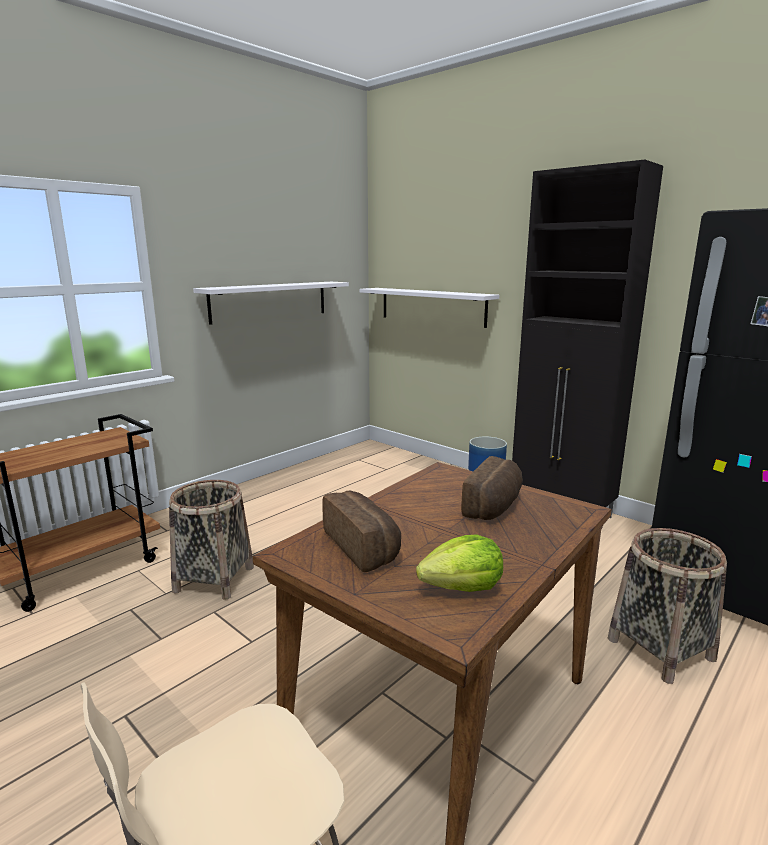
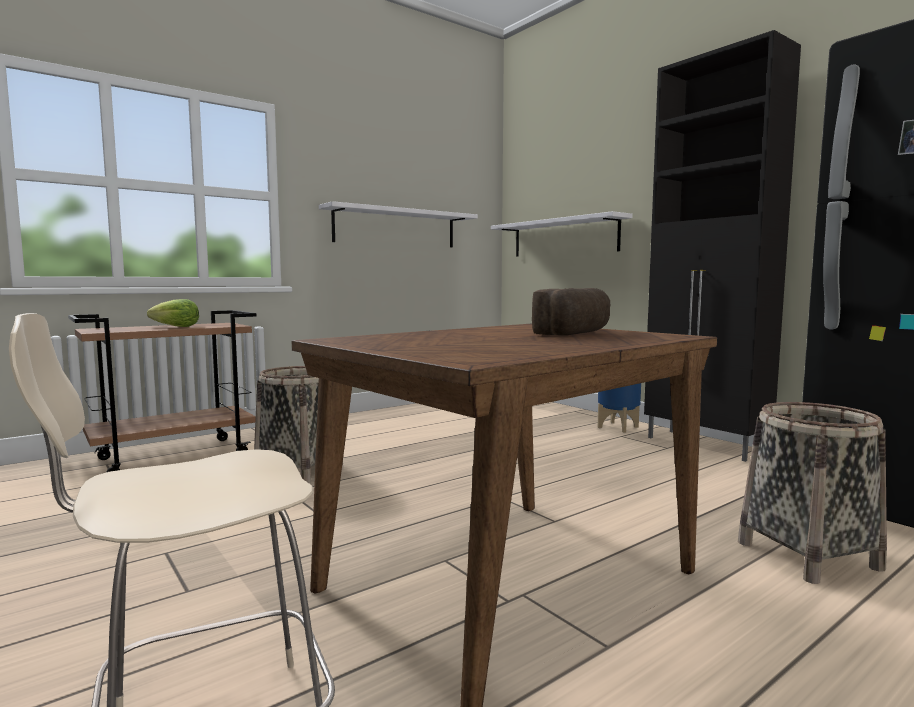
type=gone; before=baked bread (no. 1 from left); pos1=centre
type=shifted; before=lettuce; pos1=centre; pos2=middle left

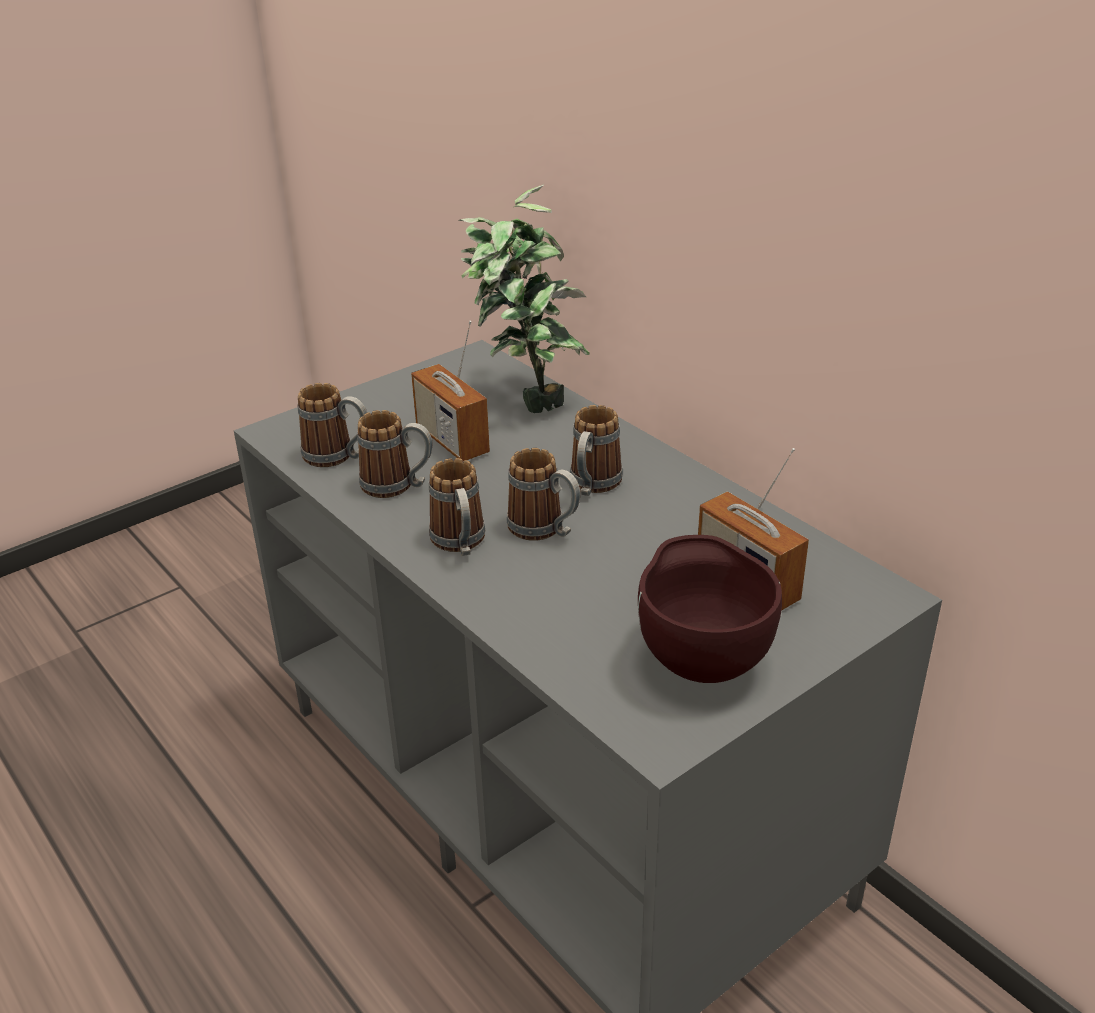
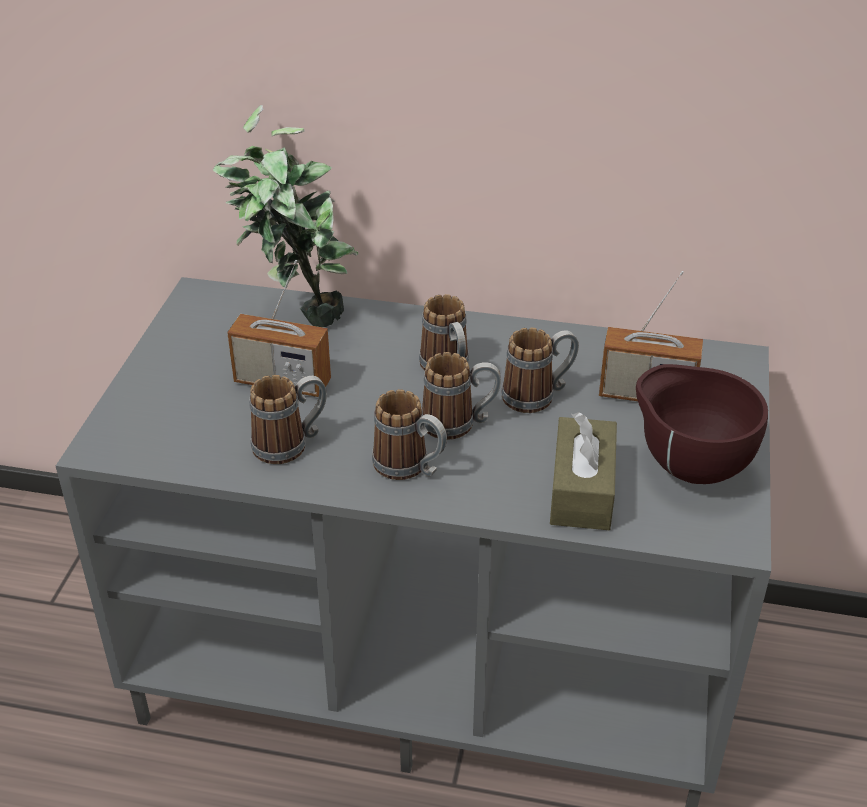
type=new; after=box of tissues/brown; pos2=middle right
type=shifted; before=tea mug (no. 1 from left in the first image); after=tea mug (no. 5 from left); pos1=middle left; pos2=centre

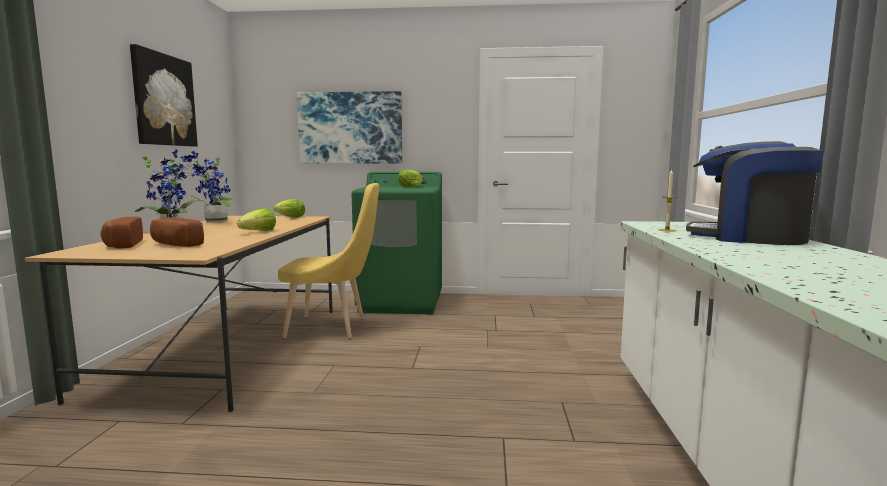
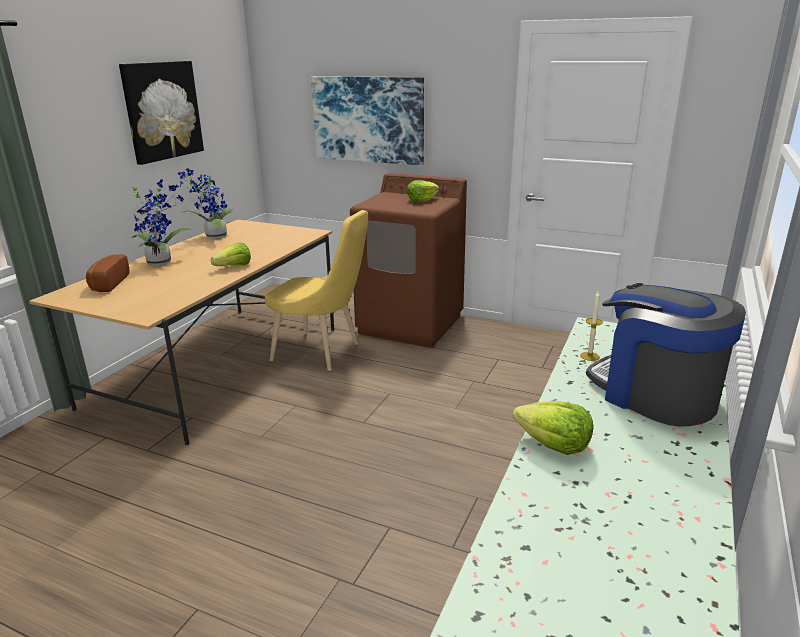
type=gone; before=baked bread (no. 2 from left); pos1=middle left
type=shifted; before=lettuce (no. 2 from left in the first image); after=lettuce (no. 3 from left); pos1=middle left; pos2=bottom right
type=repainted; before=laundry appliance/green-coloured; after=laundry appliance/brown; pos1=centre; pos2=centre

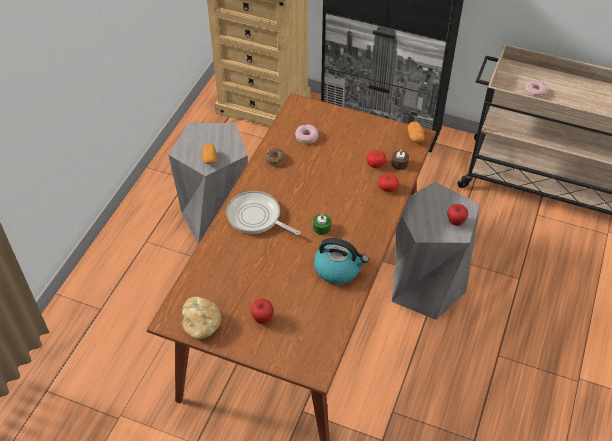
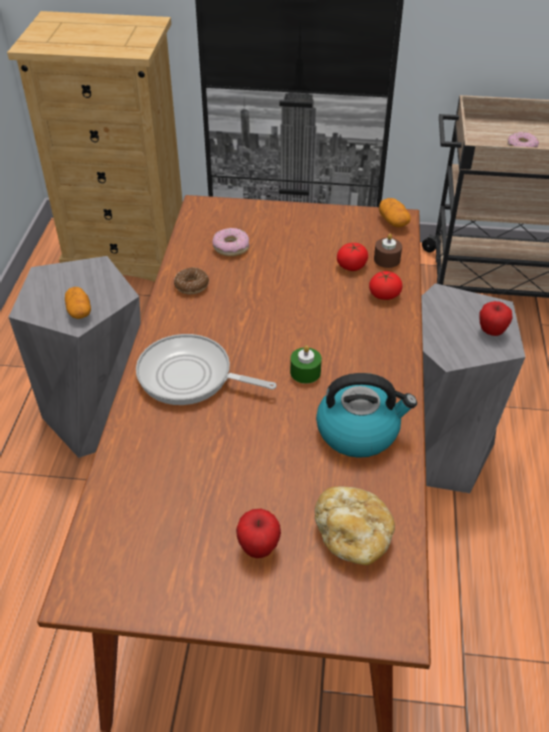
type=shifted; before=baked bread; pos1=bottom left; pos2=bottom centre

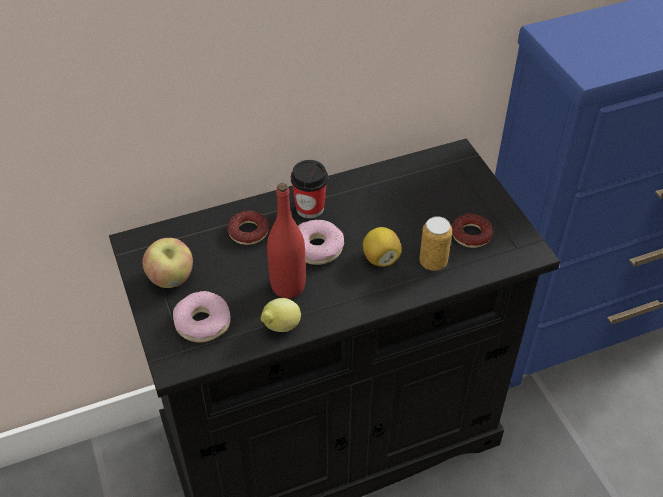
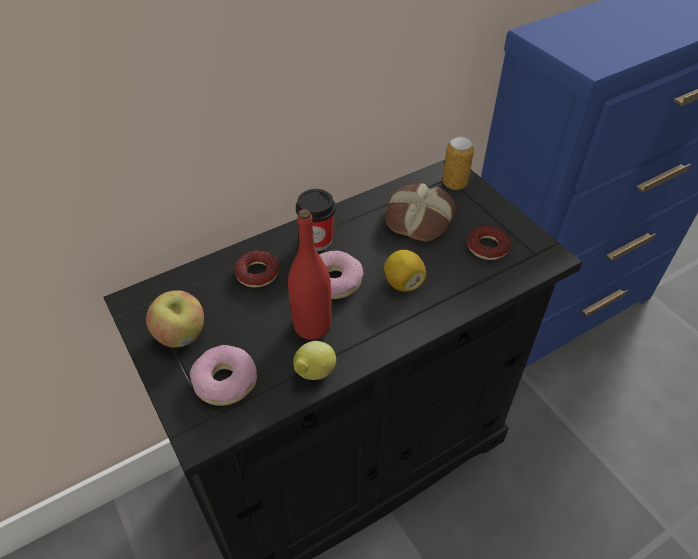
type=new; after=baked bread; pos2=centre
type=shifted; before=can; pos1=centre; pos2=top centre

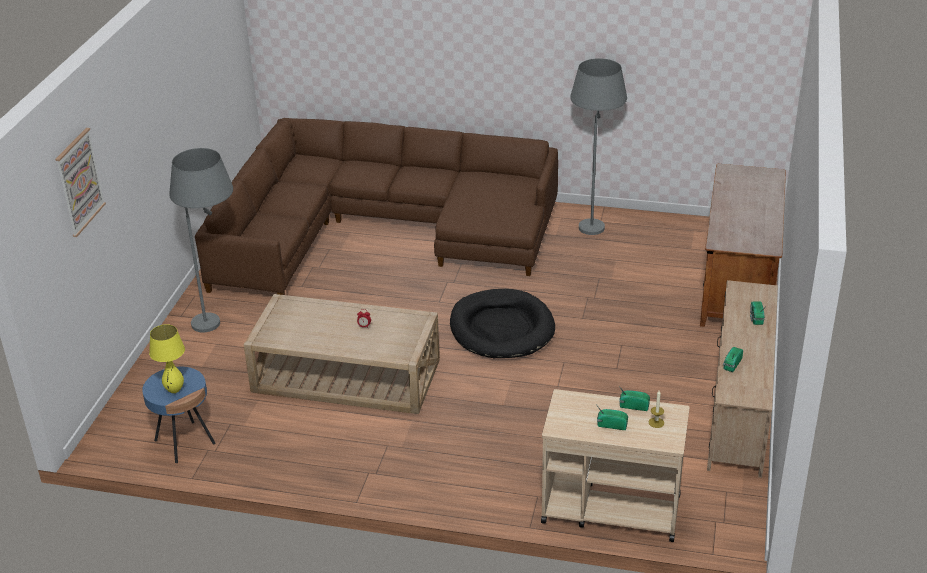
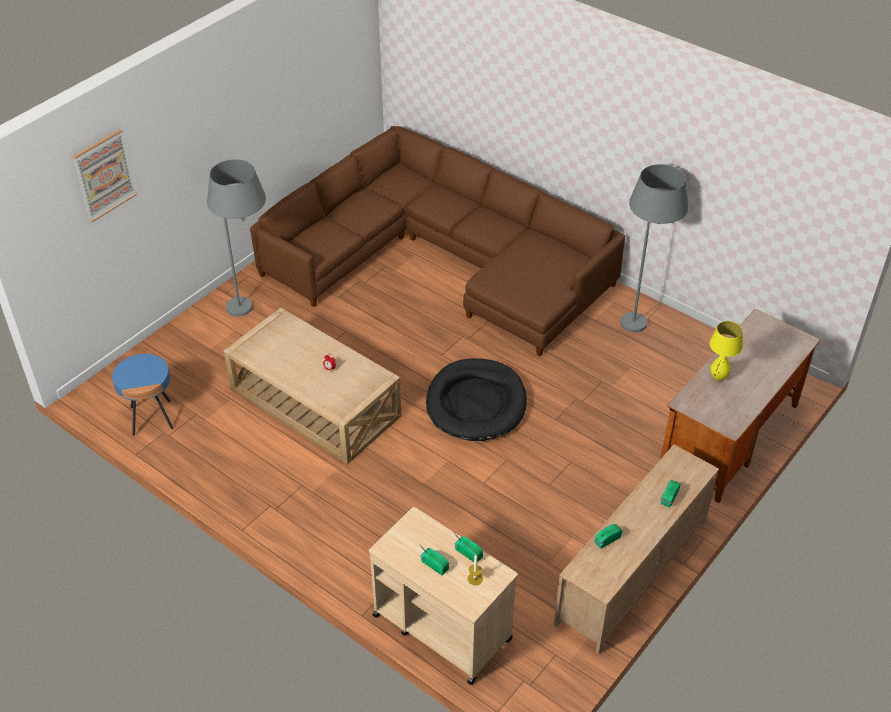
type=shifted; before=table lamp/yellow; pos1=middle left; pos2=middle right

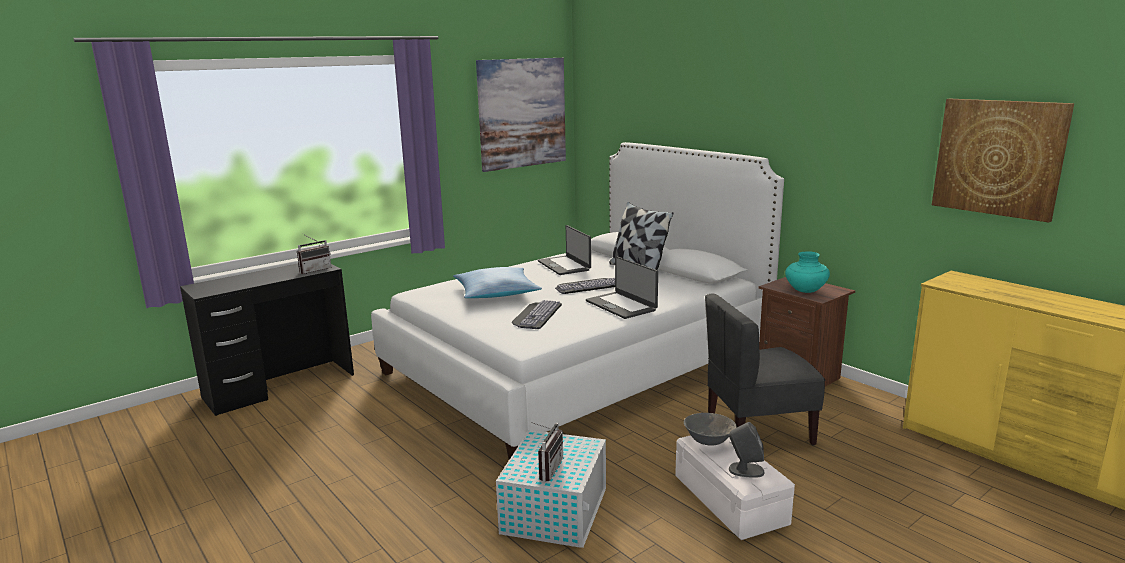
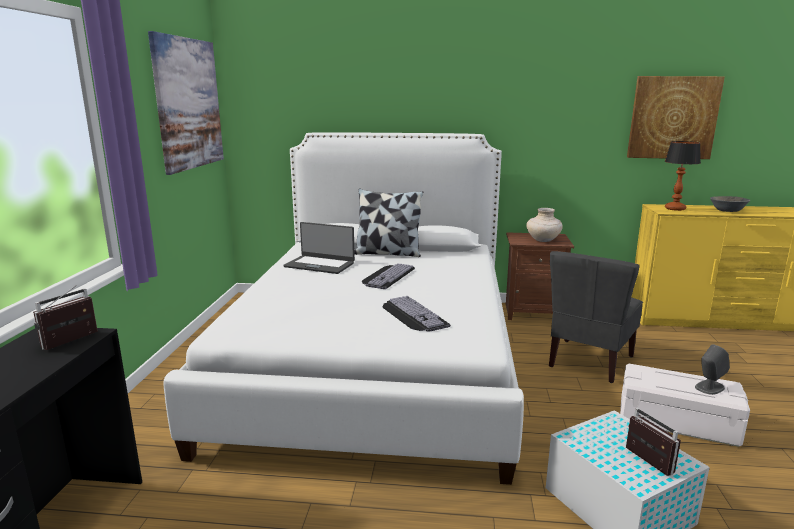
type=gone; before=pillow (no. 1 from left); pos1=centre
type=gone; before=notebook computer (no. 2 from left); pos1=centre
type=new; after=table lamp; pos2=top right
type=shifted; before=deep dish/grey; pos1=bottom centre; pos2=middle right
type=repainted; before=flower vase/blue-green; after=flower vase/beige; pos1=middle right; pos2=middle right
type=rotated; before=radio set (no. 1 from left); pos1=middle left; pos2=middle left; turn=-150

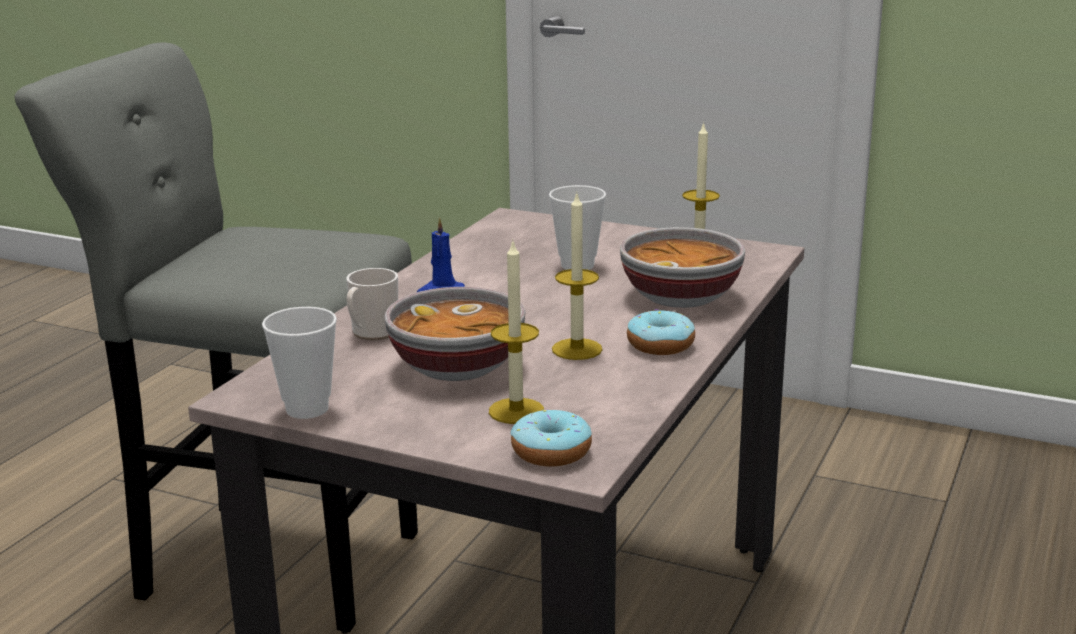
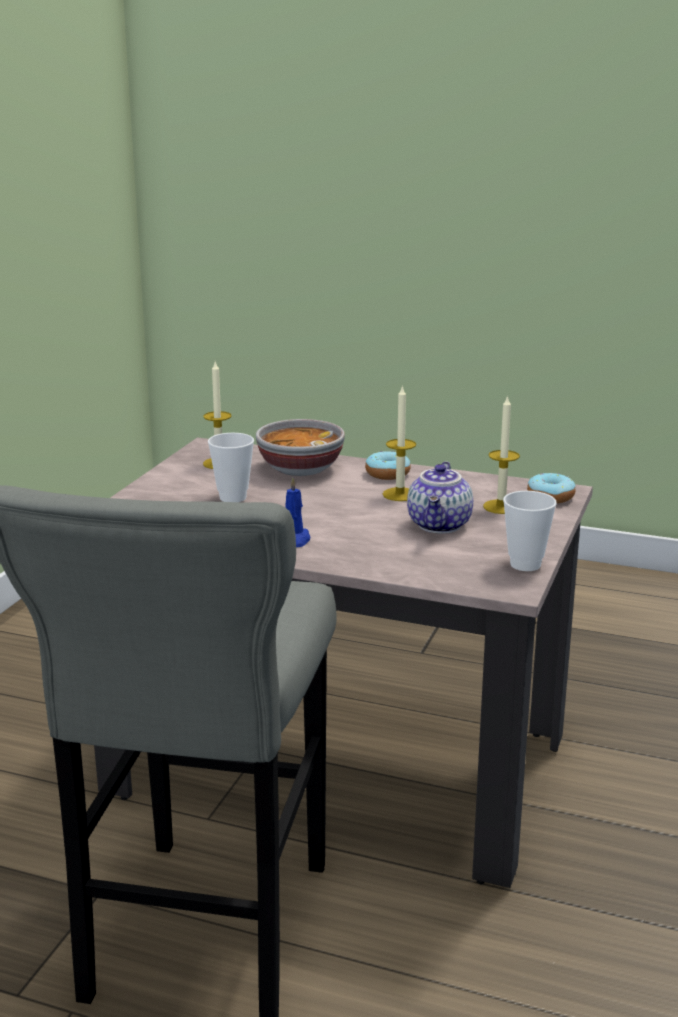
type=gone; before=tea mug; pos1=centre
type=swapped; before=deep dish (no. 1 from left); after=tea pot; pos1=centre; pos2=centre

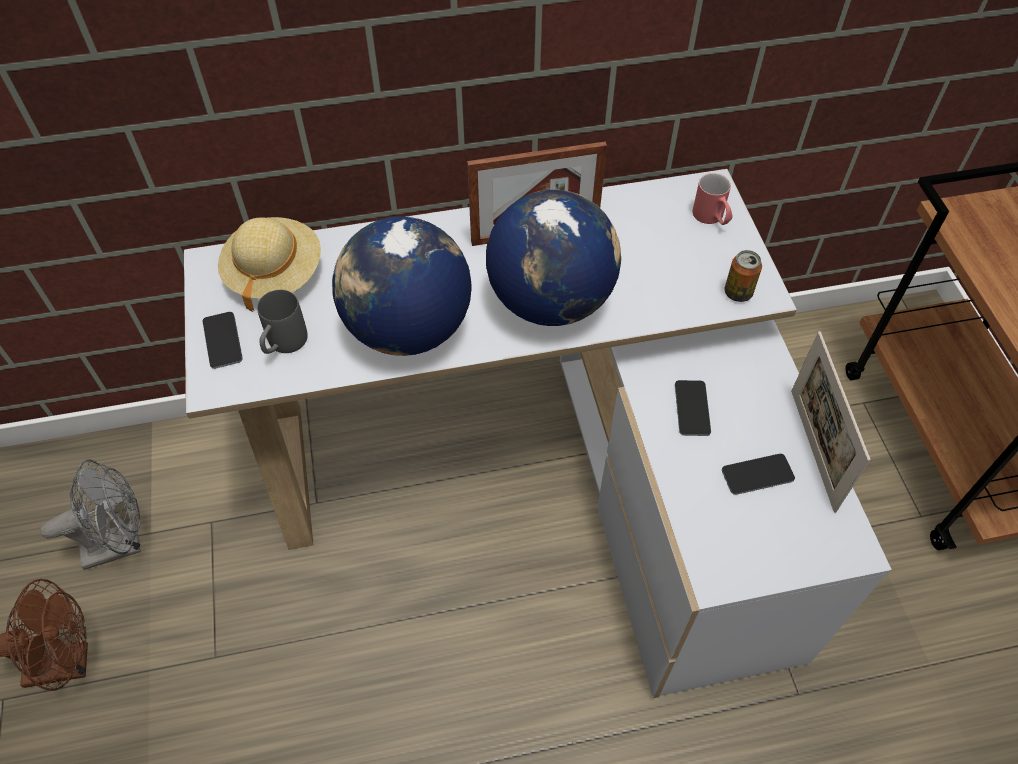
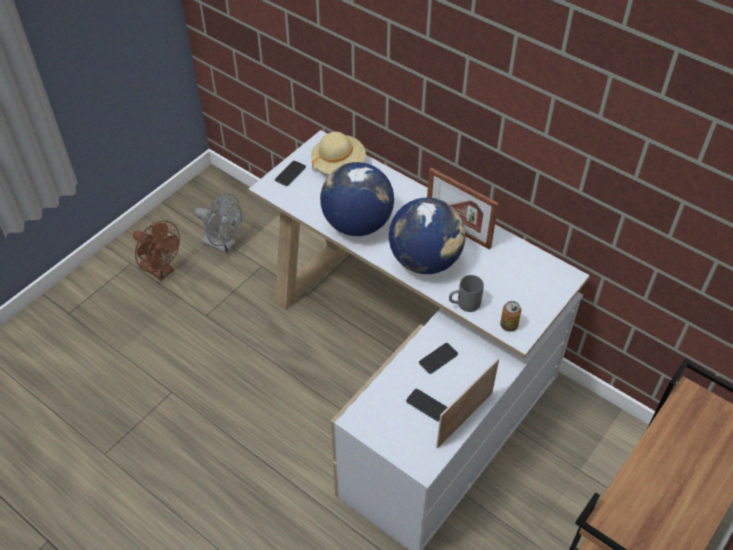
type=gone; before=tea mug/red; pos1=top right
type=shifted; before=tea mug/grey; pos1=middle left; pos2=centre

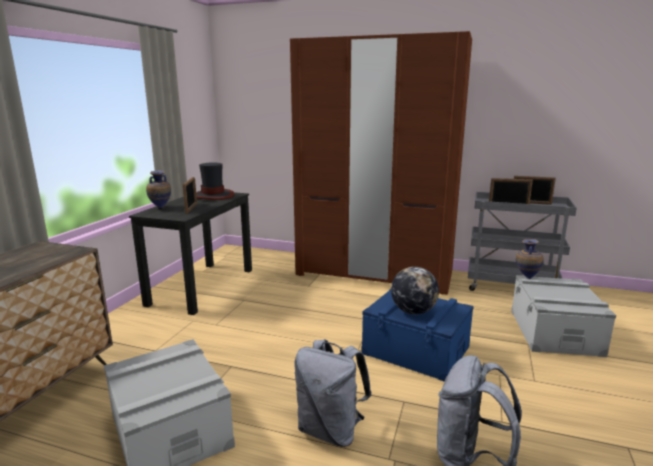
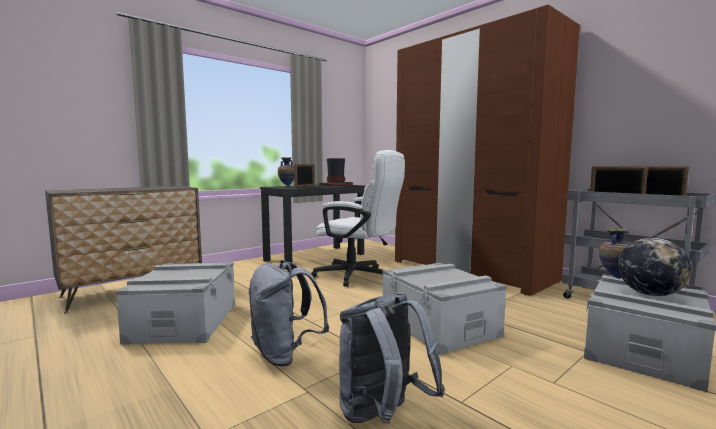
type=new; after=office chair/white-coloured; pos2=centre
type=shifted; before=globe; pos1=centre; pos2=middle right
type=repainted; before=storage bin/blue; after=storage bin/grey (no. 2 from left); pos1=bottom centre; pos2=bottom centre

